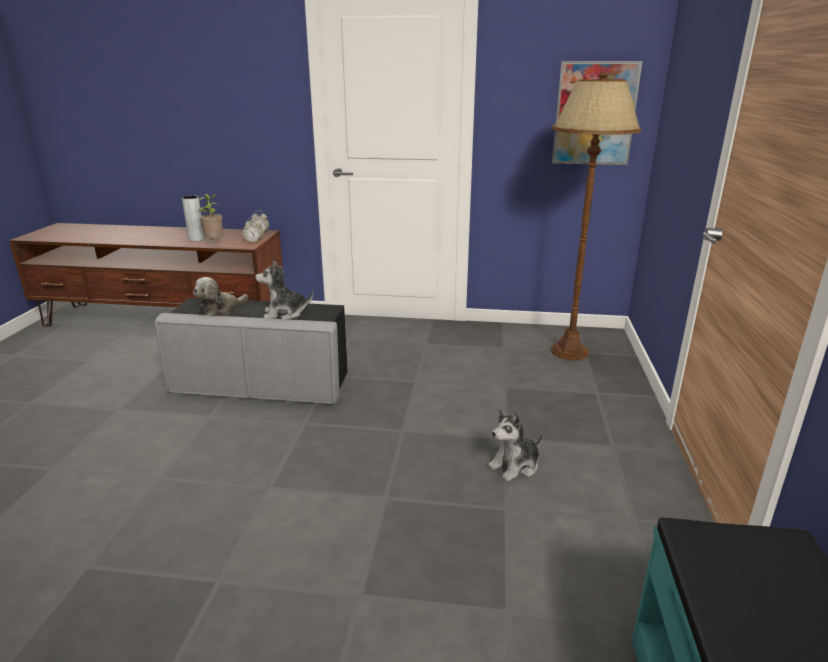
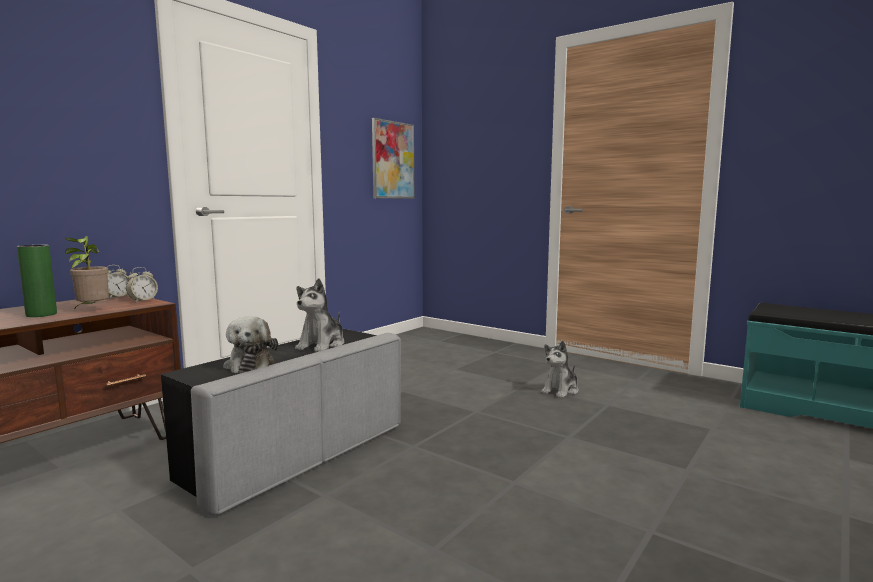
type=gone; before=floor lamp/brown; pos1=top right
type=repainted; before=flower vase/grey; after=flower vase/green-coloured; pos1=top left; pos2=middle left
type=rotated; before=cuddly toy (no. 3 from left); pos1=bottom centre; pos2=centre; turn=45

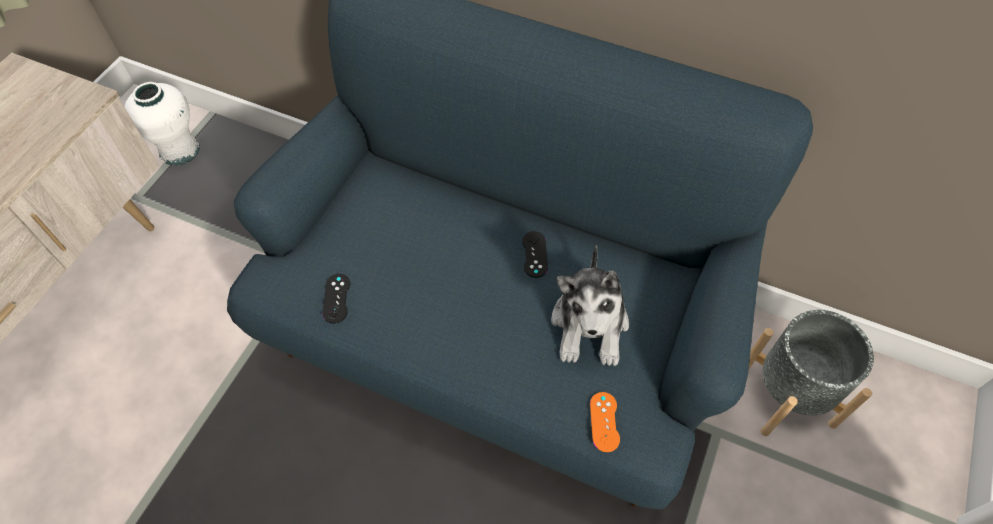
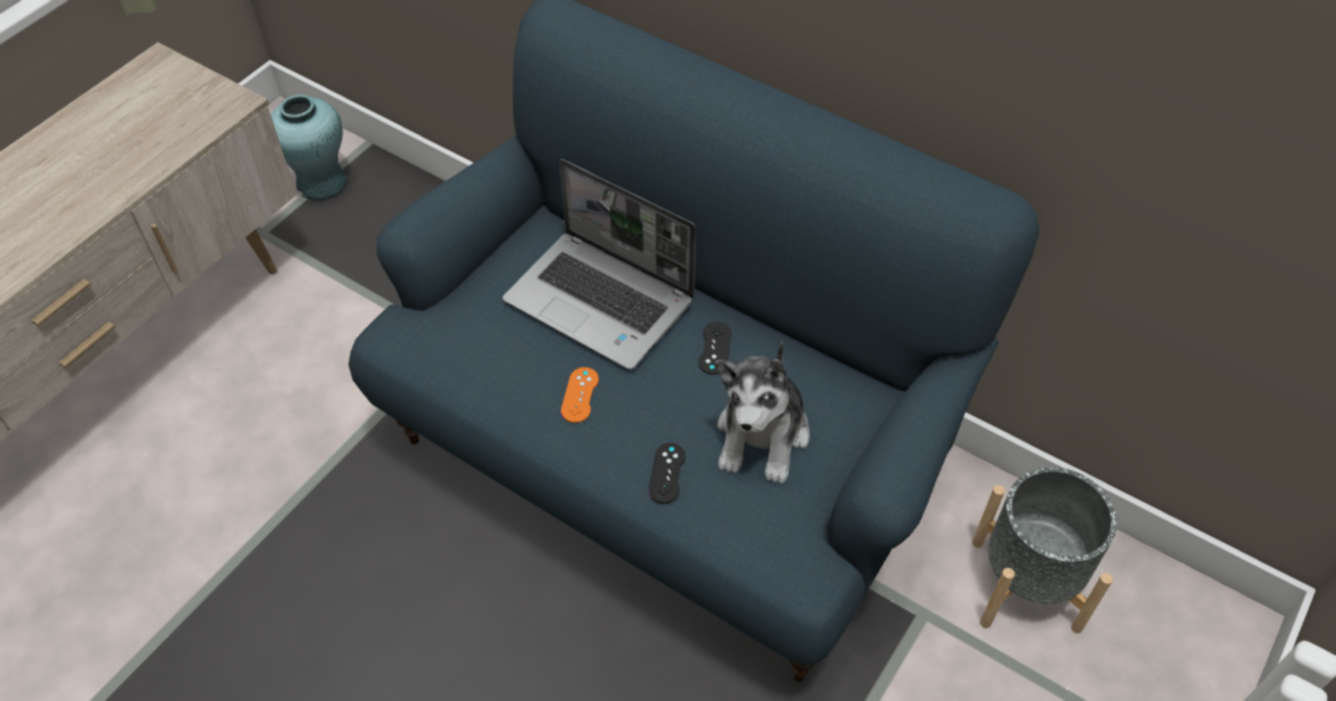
type=new; after=notebook computer; pos2=centre
type=shifted; before=gamepad/black (no. 1 from left); pos1=centre; pos2=bottom centre
type=shifted; before=gamepad/orange; pos1=bottom centre; pos2=centre
type=repainted; before=flower vase/white-coloured; after=flower vase/blue-green; pos1=top left; pos2=top left

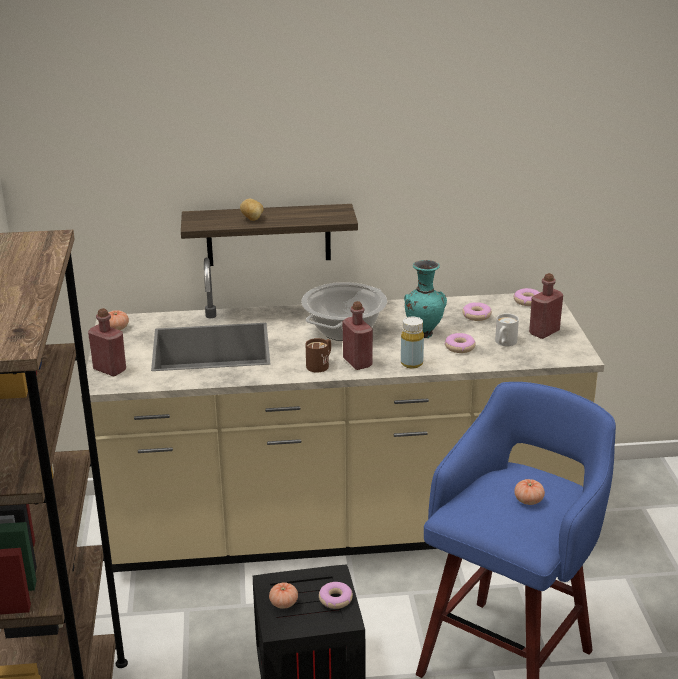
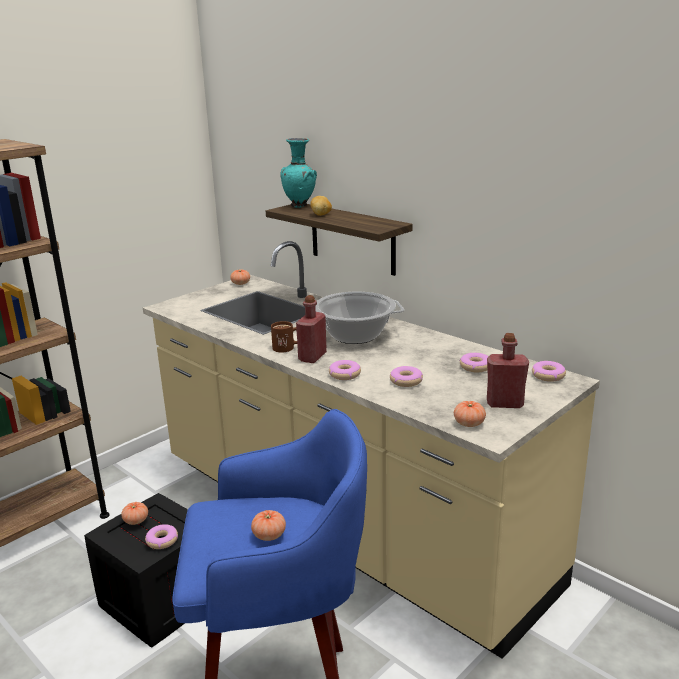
type=gone; before=bottle/red (no. 1 from left); pos1=middle left
type=gone; before=tea mug/white-coloured; pos1=middle right
type=new; after=tomato (no. 4 from left); pos2=middle right
type=shifted; before=flower vase/blue-green; pos1=centre; pos2=top centre
type=swapped; before=bottle/yellow; after=ring doughnut (no. 2 from left); pos1=centre; pos2=centre

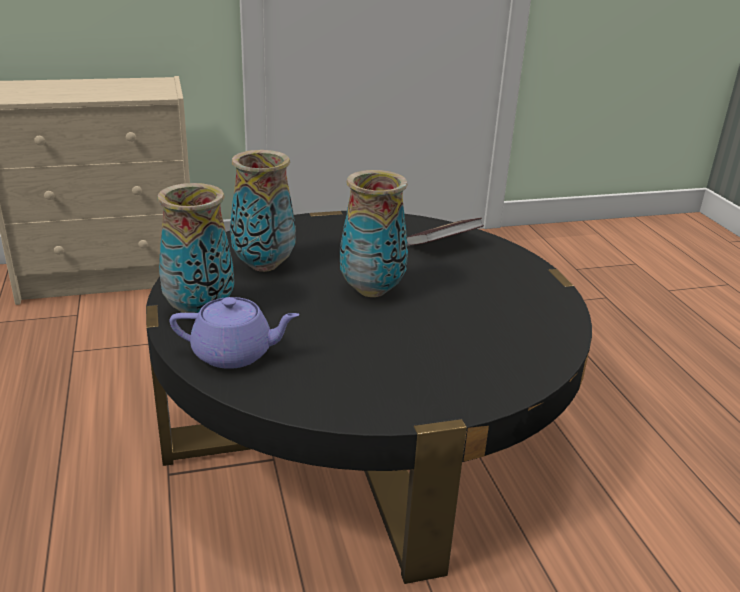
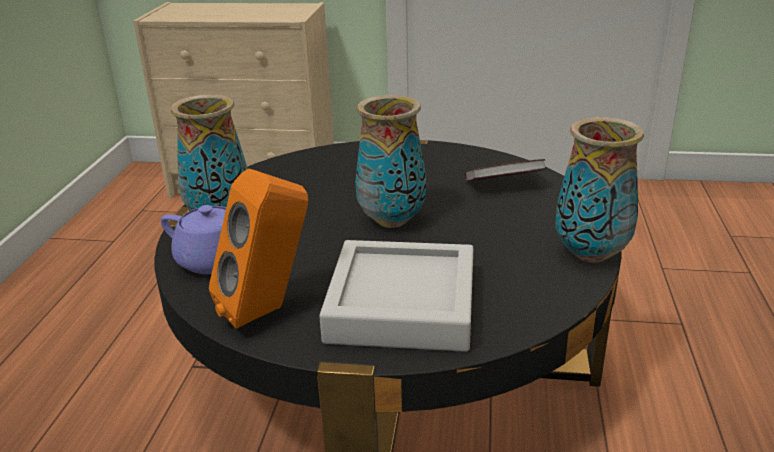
type=new; after=audio speaker/orange; pos2=centre
type=new; after=serving tray/grey; pos2=centre
type=shifted; before=flower vase (no. 2 from left in the first image); after=flower vase (no. 3 from left); pos1=centre; pos2=middle right

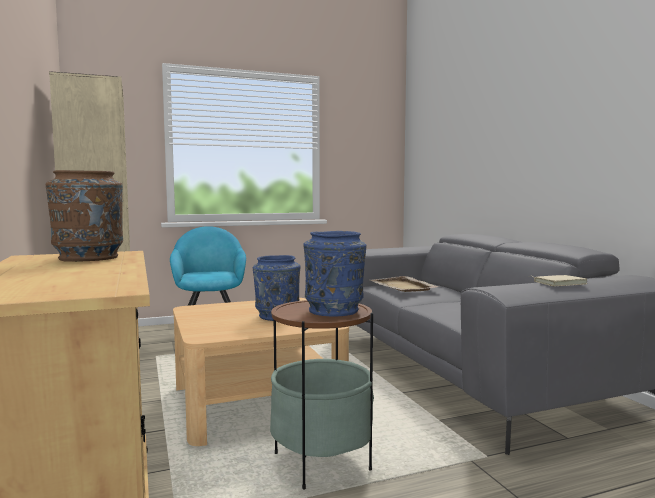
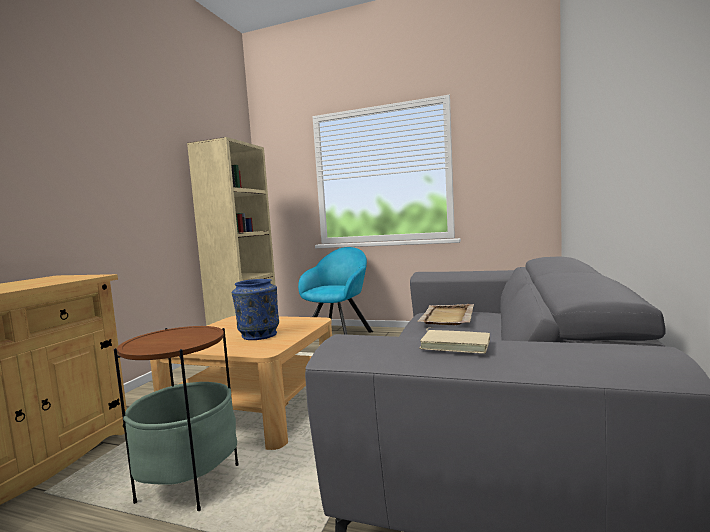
type=gone; before=flower vase/brown; pos1=middle left
type=gone; before=flower vase/blue (no. 2 from left); pos1=centre

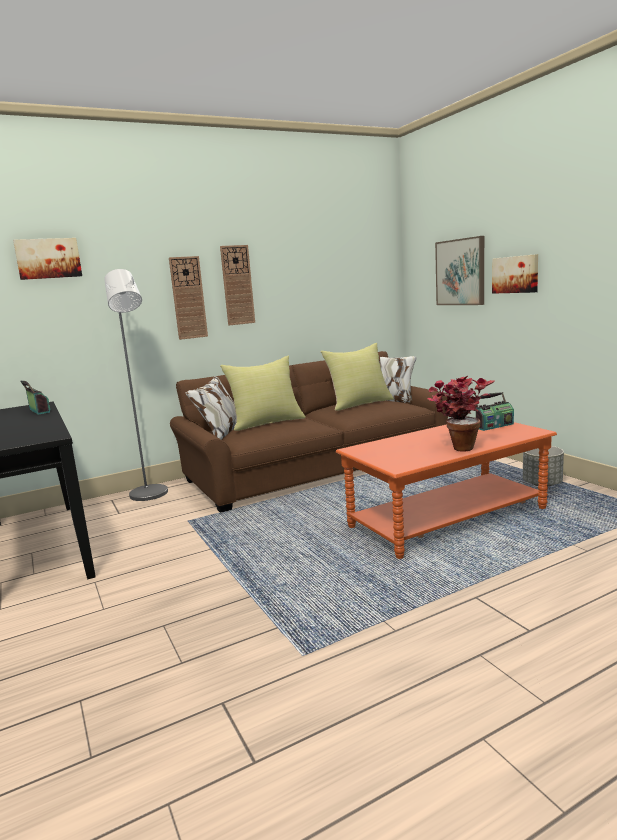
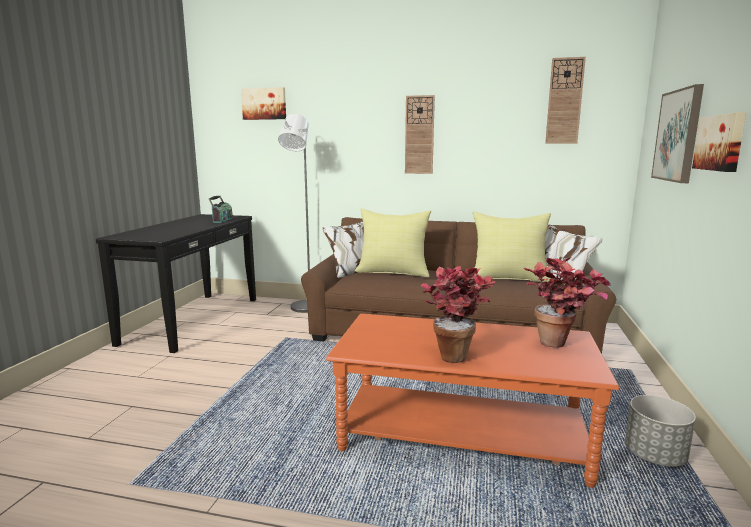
type=shifted; before=hanging clock (no. 1 from left in the first image); after=hanging clock (no. 2 from left); pos1=middle left; pos2=top right
type=swapped; before=radio set (no. 2 from left); after=houseplant (no. 2 from left); pos1=middle right; pos2=middle right

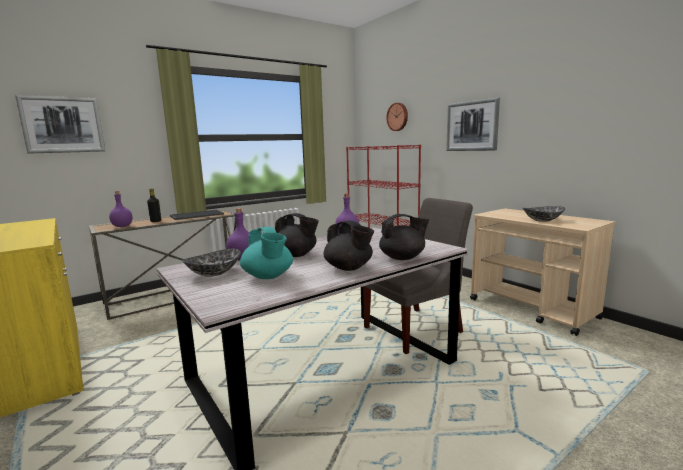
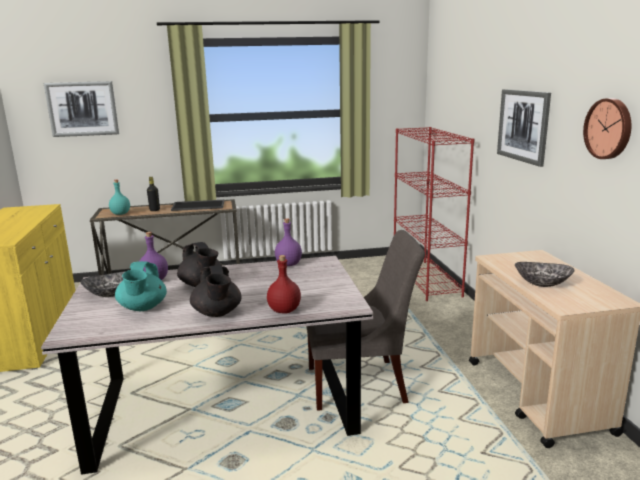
type=shifted; before=hanging clock; pos1=top centre; pos2=top right
type=swapped; before=tea pot/black (no. 3 from left); after=bottle/red; pos1=centre; pos2=centre
type=repainted; before=bottle/purple (no. 1 from left); after=bottle/blue-green; pos1=middle left; pos2=middle left

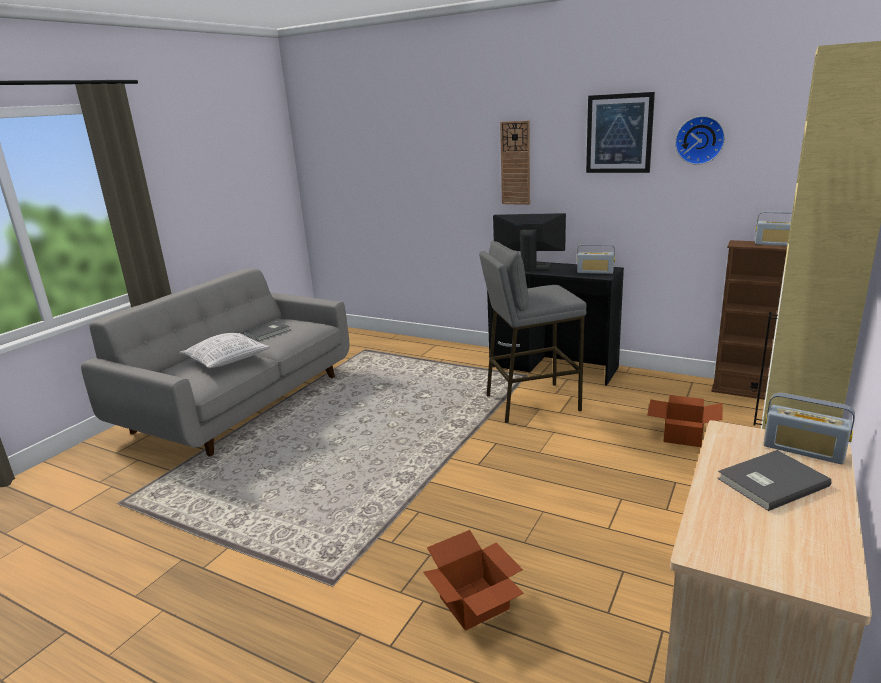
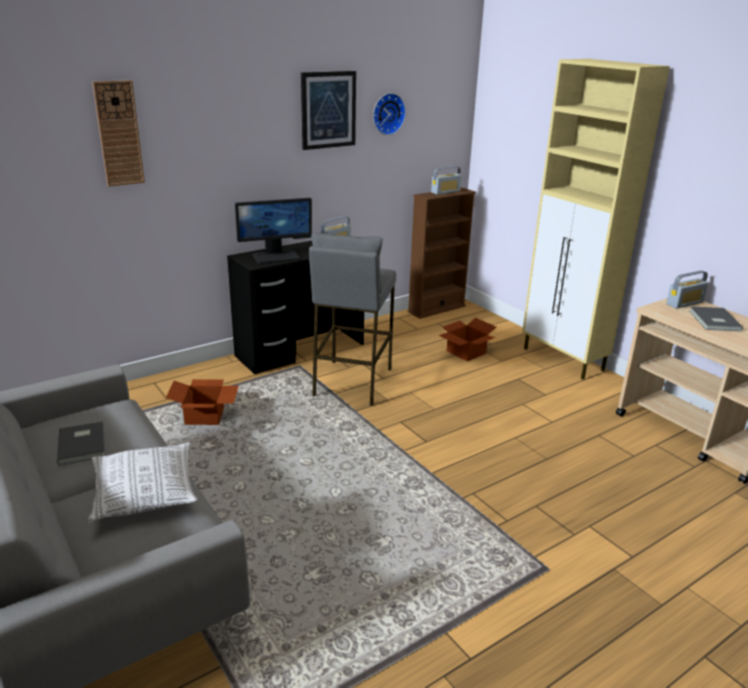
type=shifted; before=cardboard box (no. 1 from left); pos1=bottom centre; pos2=middle left
type=shifted; before=hanging clock (no. 1 from left); pos1=top centre; pos2=top left
type=rotated; before=computer display; pos1=centre; pos2=centre; turn=-150

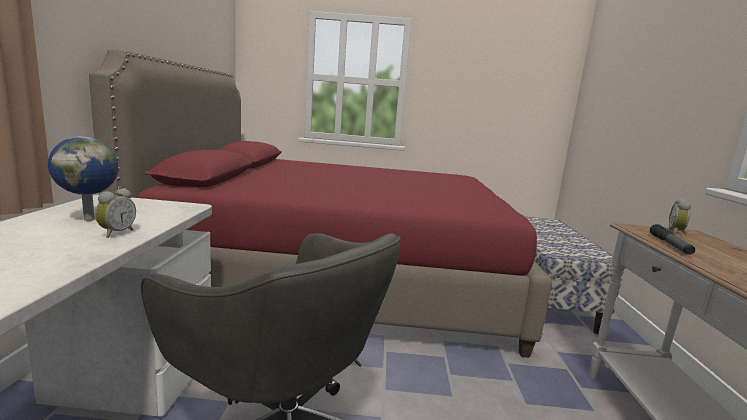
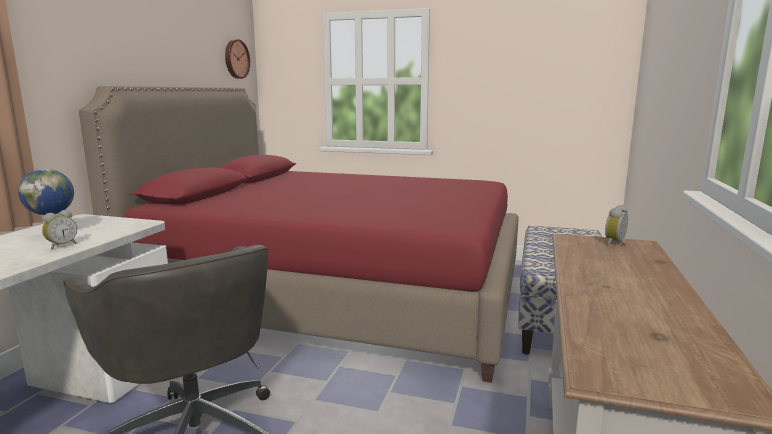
type=gone; before=torch; pos1=middle right
type=new; after=hanging clock; pos2=top left

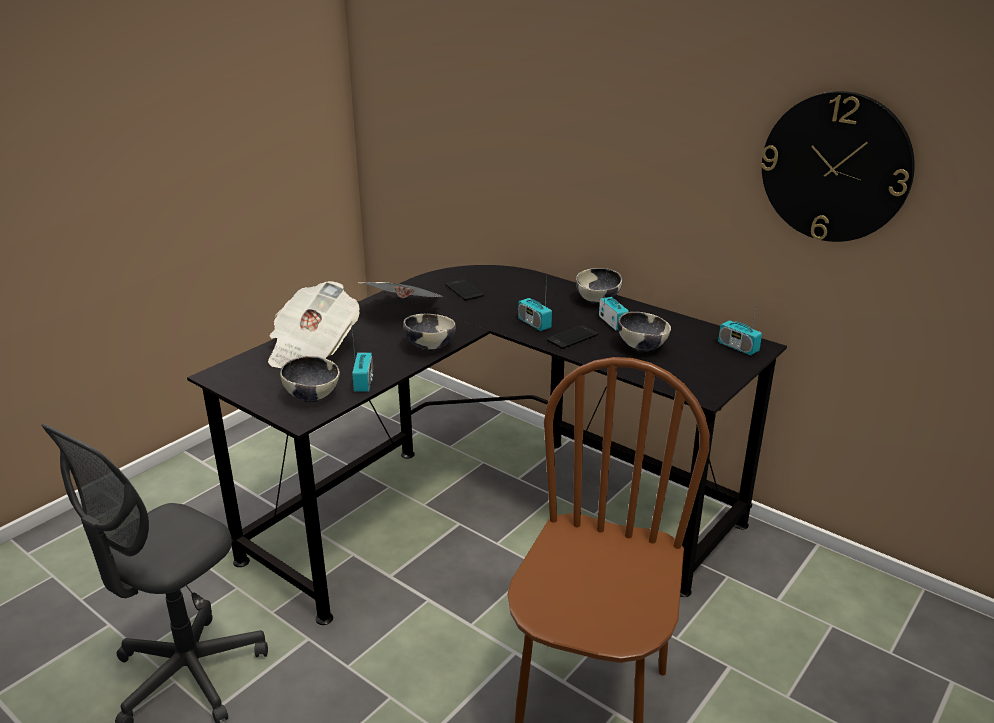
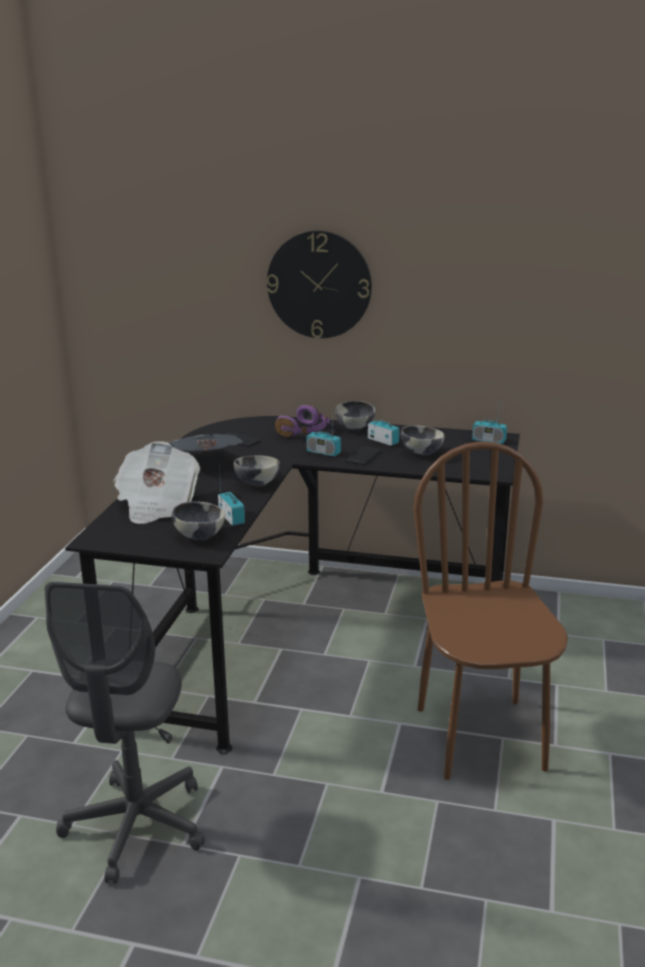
type=new; after=headphones/purple; pos2=centre
type=shifted; before=hanging clock; pos1=top right; pos2=top centre

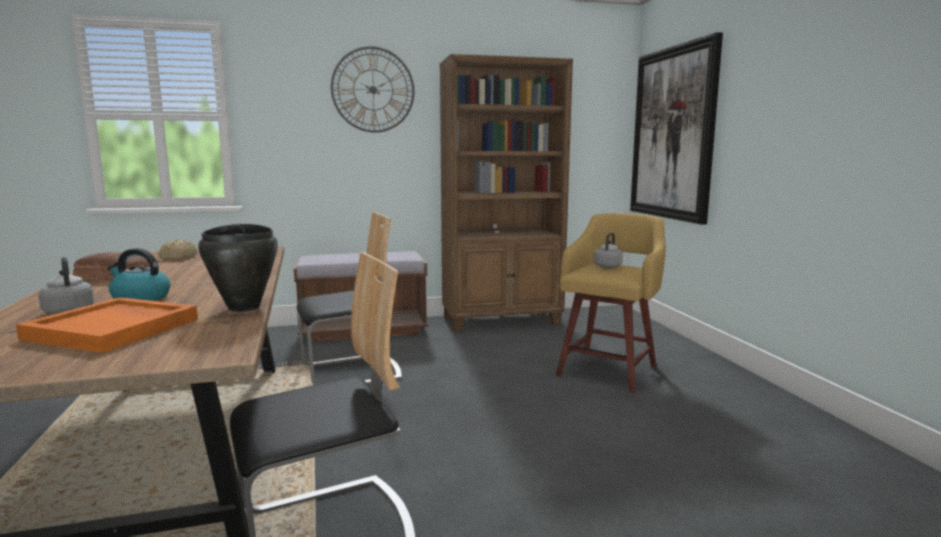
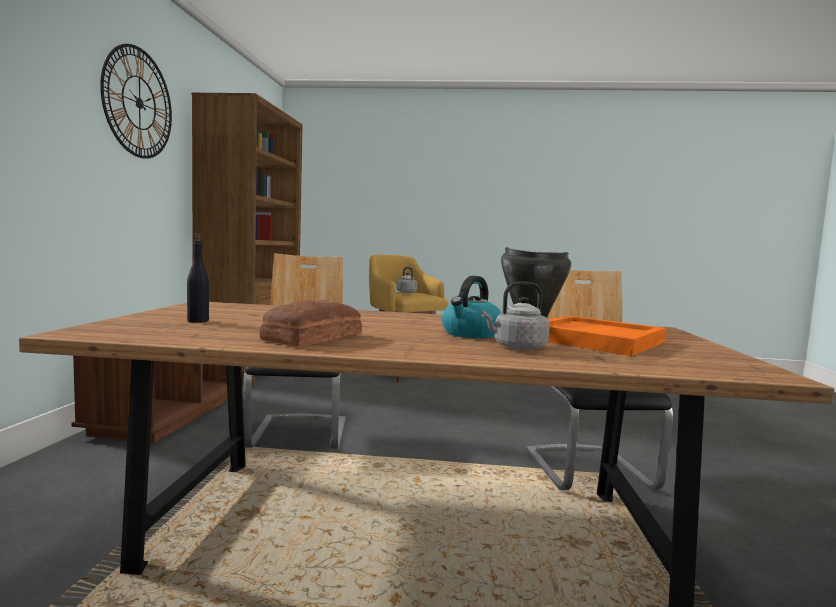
type=gone; before=picture; pos1=top right
type=swapped; before=baked bread (no. 2 from left); after=bottle/black; pos1=middle left; pos2=middle left

